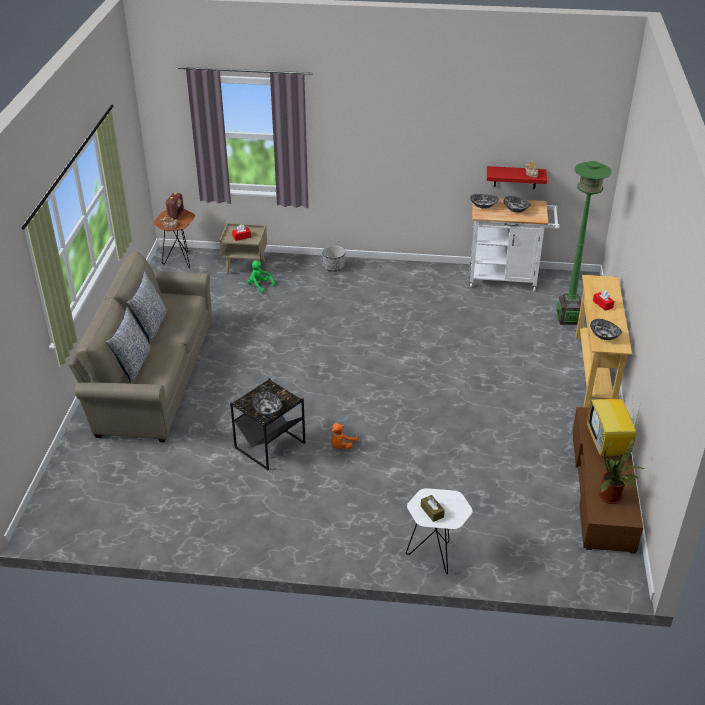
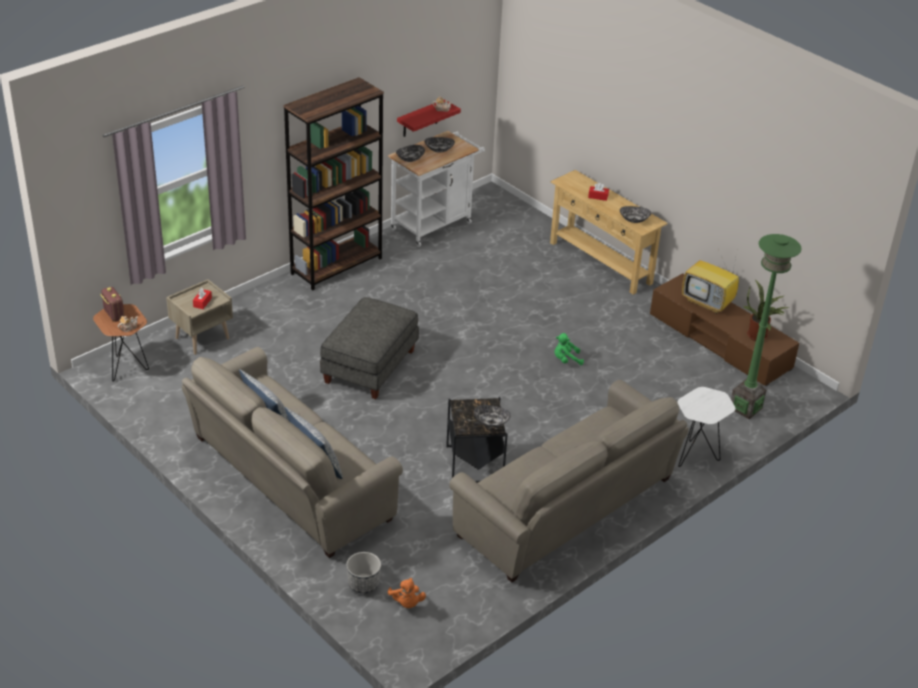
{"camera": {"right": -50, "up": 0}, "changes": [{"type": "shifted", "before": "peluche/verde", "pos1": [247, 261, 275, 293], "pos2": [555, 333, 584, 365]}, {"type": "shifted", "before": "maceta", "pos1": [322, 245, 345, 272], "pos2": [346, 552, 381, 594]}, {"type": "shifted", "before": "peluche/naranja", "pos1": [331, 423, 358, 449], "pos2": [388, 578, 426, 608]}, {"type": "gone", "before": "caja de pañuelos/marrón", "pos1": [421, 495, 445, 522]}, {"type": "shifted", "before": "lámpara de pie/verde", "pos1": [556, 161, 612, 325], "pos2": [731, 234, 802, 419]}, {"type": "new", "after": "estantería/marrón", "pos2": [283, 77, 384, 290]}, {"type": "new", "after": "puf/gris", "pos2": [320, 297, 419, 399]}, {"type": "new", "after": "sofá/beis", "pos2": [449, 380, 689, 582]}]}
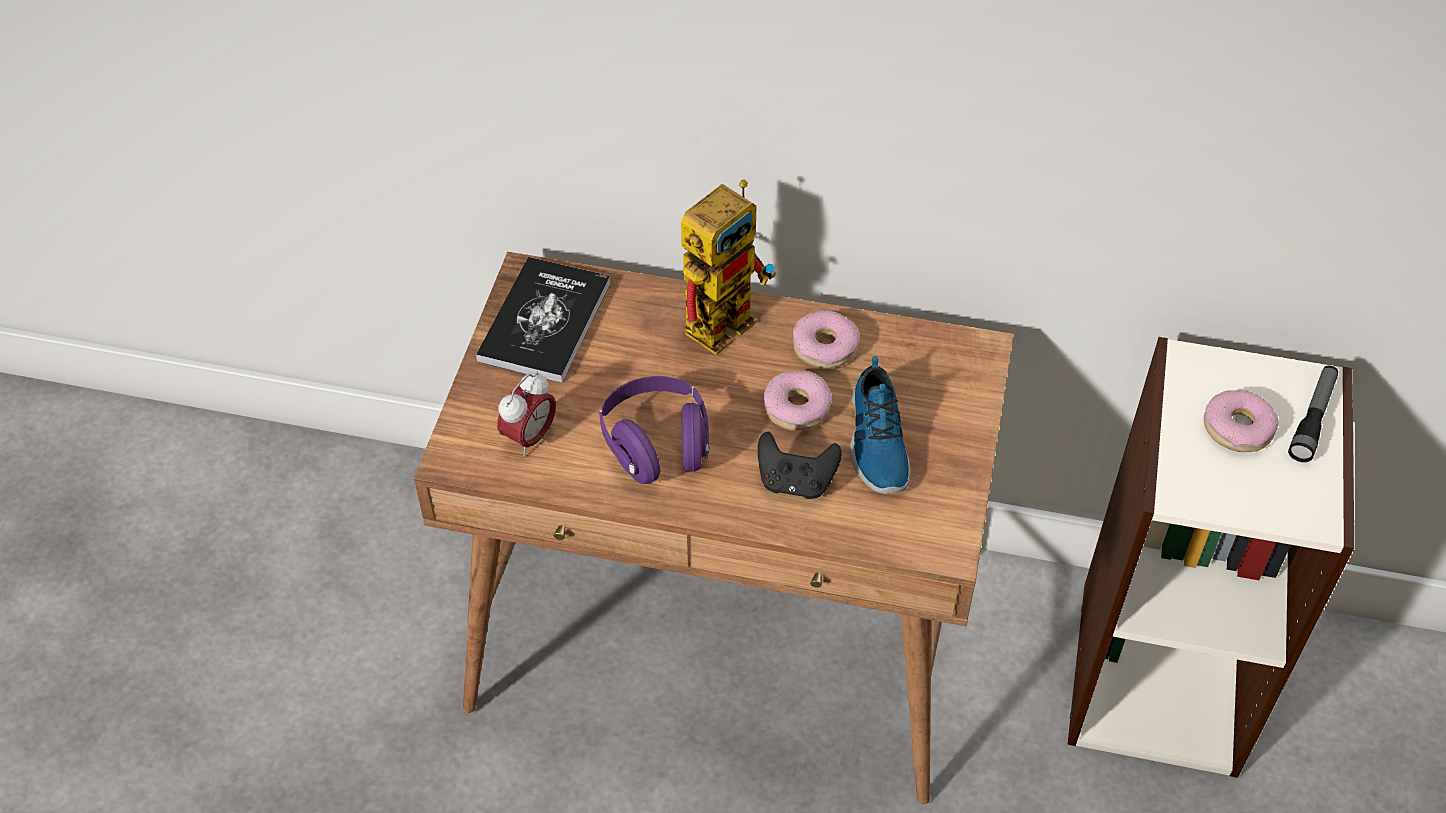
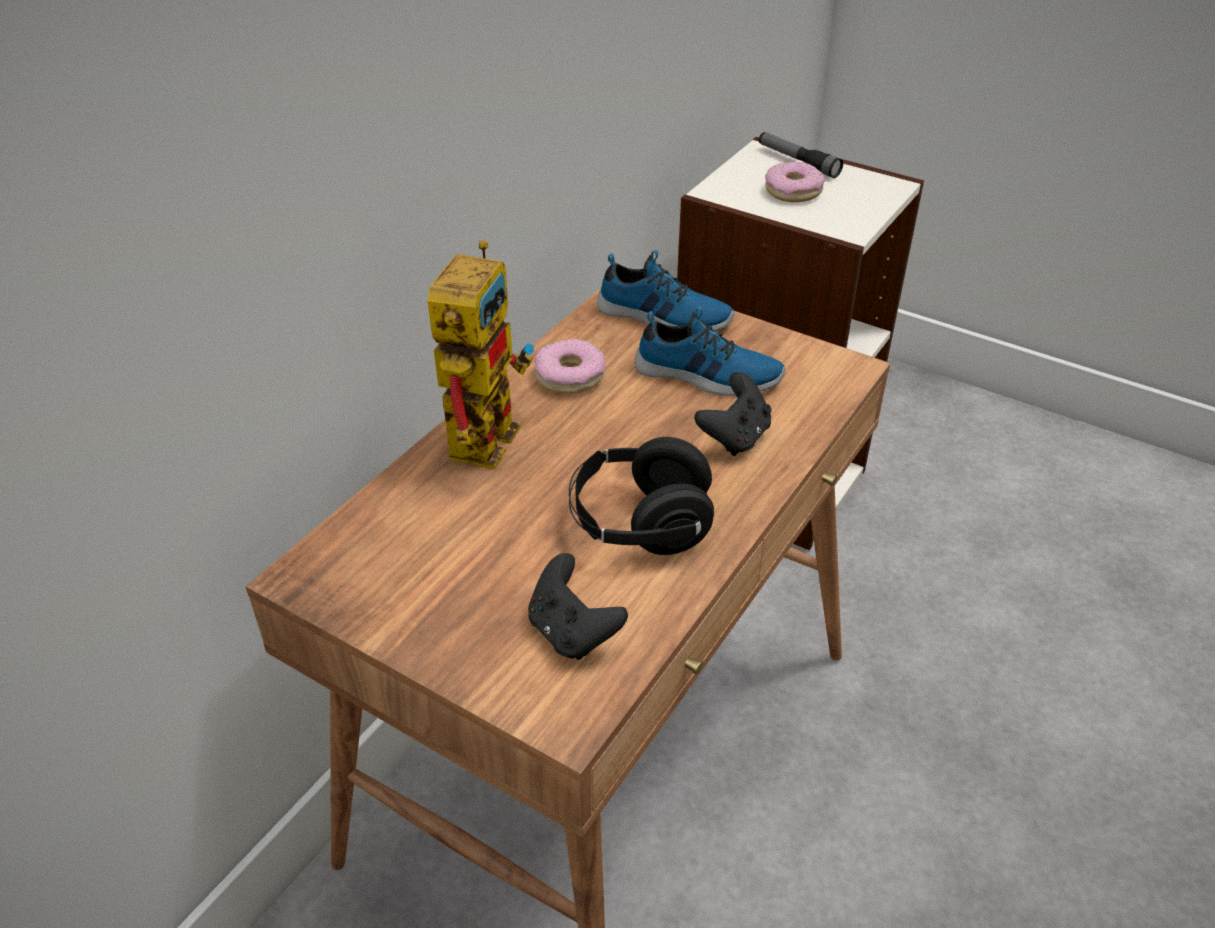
{"camera": {"right": -70, "up": -10}, "changes": [{"type": "gone", "before": "libro", "pos1": [476, 257, 610, 383]}, {"type": "swapped", "before": "despertador", "after": "mando de consola/negro", "pos1": [497, 371, 556, 457], "pos2": [528, 553, 628, 660]}, {"type": "repainted", "before": "auriculares/morado", "after": "auriculares/negro", "pos1": [599, 376, 709, 484], "pos2": [569, 437, 714, 555]}, {"type": "rotated", "before": "robot de juguete", "pos1": [681, 180, 776, 356], "pos2": [428, 240, 534, 469], "turn": 45}, {"type": "gone", "before": "rosquilla", "pos1": [763, 370, 832, 431]}, {"type": "new", "after": "zapato", "pos2": [597, 250, 734, 331]}]}
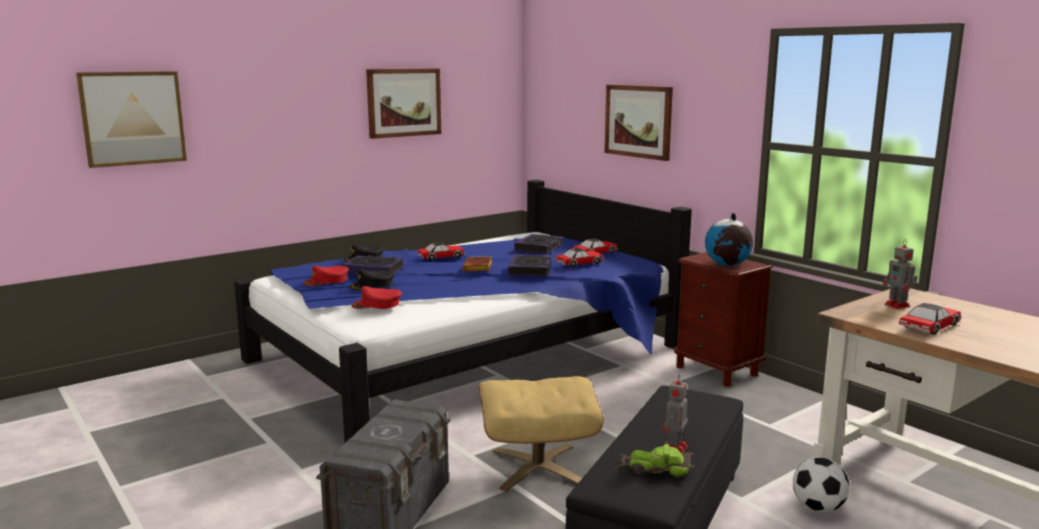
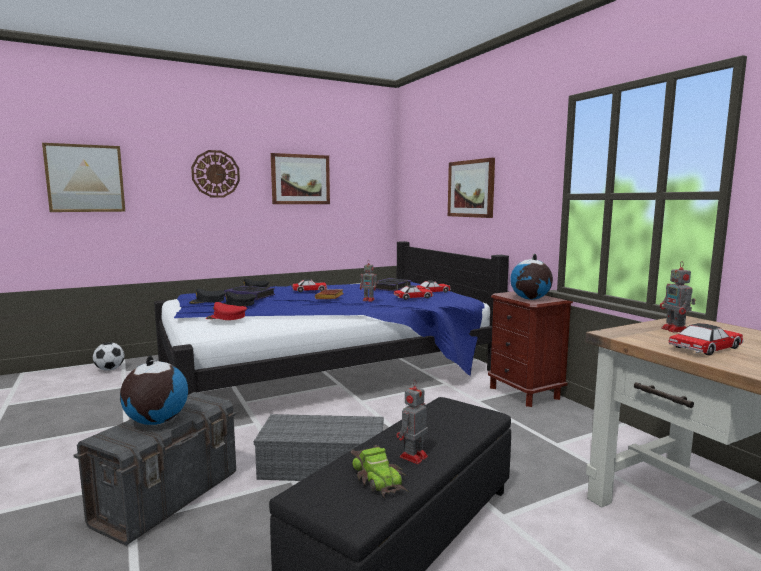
{"camera": {"right": 10, "up": -5}, "changes": [{"type": "repainted", "before": "gorra/rojo", "after": "gorra/negro", "pos1": [304, 266, 349, 286], "pos2": [189, 289, 226, 304]}, {"type": "swapped", "before": "puf/beis", "after": "caja de almacenaje/gris", "pos1": [478, 376, 604, 492], "pos2": [254, 414, 384, 481]}, {"type": "swapped", "before": "libro", "after": "robot de juguete", "pos1": [508, 254, 551, 277], "pos2": [360, 261, 379, 302]}, {"type": "rotated", "before": "coche de juguete", "pos1": [615, 444, 695, 478], "pos2": [351, 445, 409, 498], "turn": -135}, {"type": "shifted", "before": "balón de fútbol", "pos1": [793, 457, 849, 512], "pos2": [93, 342, 125, 371]}, {"type": "new", "after": "globo terráqueo", "pos2": [120, 355, 188, 425]}, {"type": "new", "after": "reloj de pared", "pos2": [191, 150, 240, 198]}]}
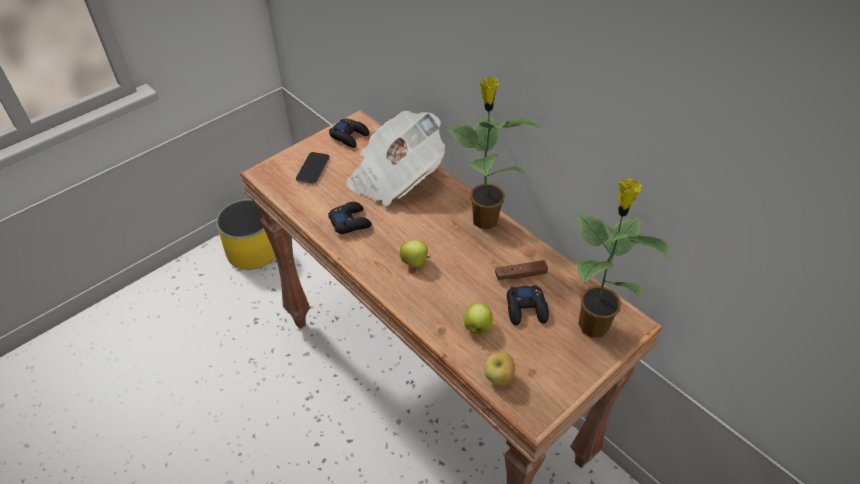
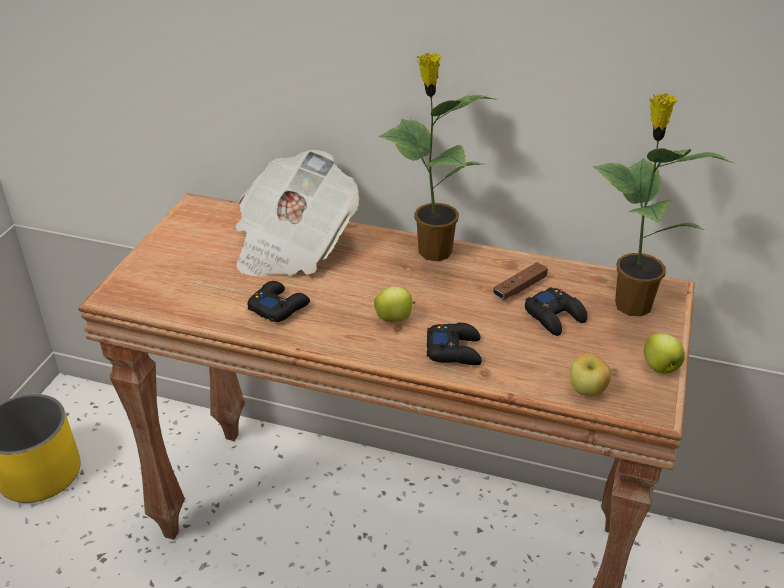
{"camera": {"right": -30, "up": -10}, "changes": [{"type": "gone", "before": "móvil", "pos1": [296, 152, 330, 184]}, {"type": "shifted", "before": "mando de consola/negro", "pos1": [329, 119, 369, 148], "pos2": [427, 323, 482, 365]}, {"type": "shifted", "before": "manzana", "pos1": [464, 302, 493, 334], "pos2": [644, 333, 685, 374]}]}
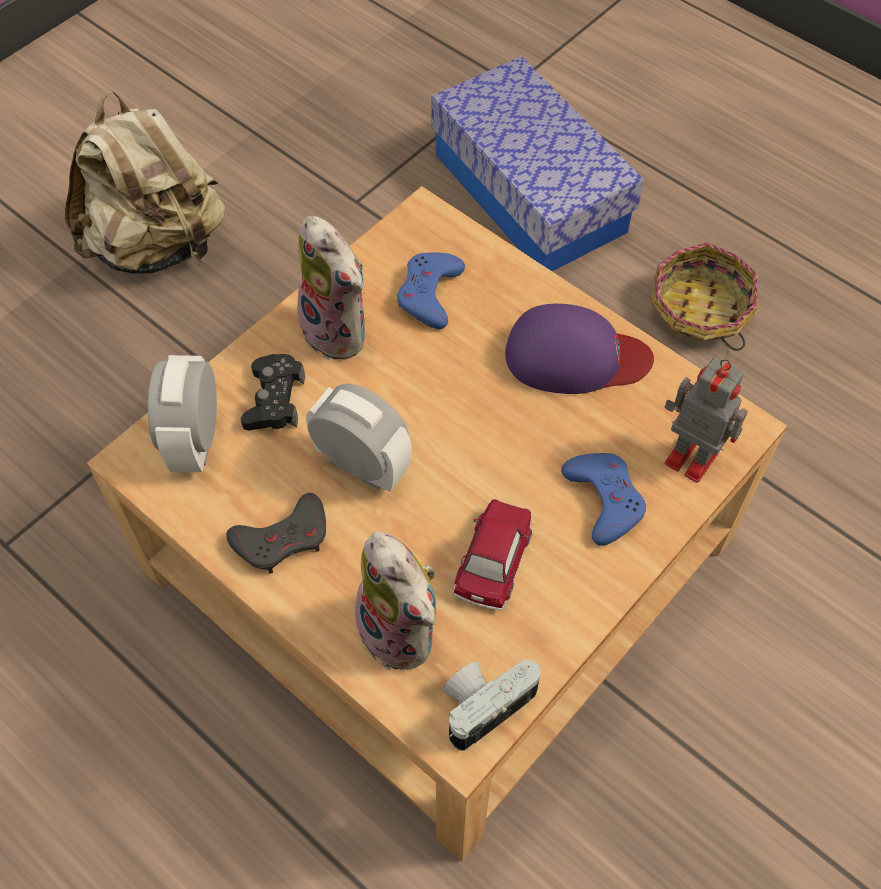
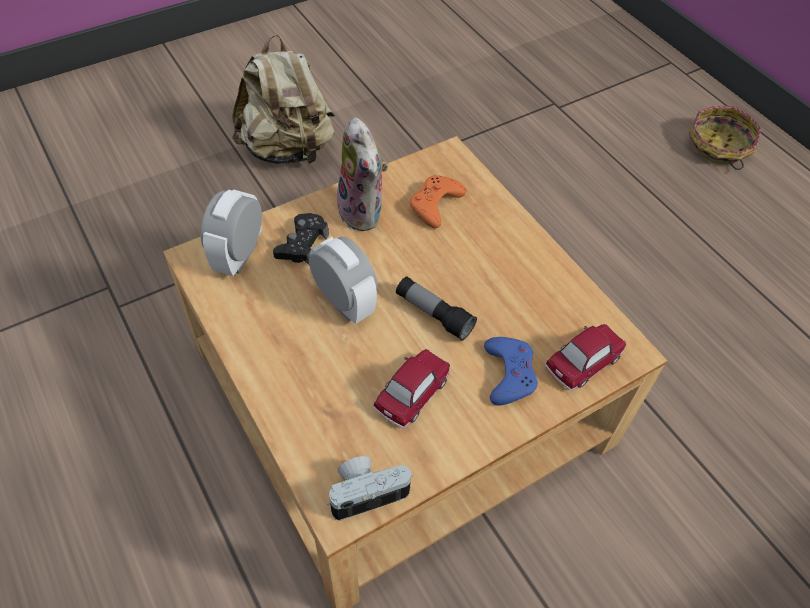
{"camera": {"right": 15, "up": -5}, "changes": [{"type": "gone", "before": "mando de consola/gris", "pos1": [226, 493, 326, 574]}, {"type": "gone", "before": "peluche", "pos1": [352, 532, 437, 670]}, {"type": "repainted", "before": "mando de consola/azul", "after": "mando de consola/naranja", "pos1": [397, 252, 465, 329], "pos2": [410, 175, 466, 229]}, {"type": "gone", "before": "caja de almacenaje", "pos1": [431, 56, 644, 271]}, {"type": "gone", "before": "gorra/morado", "pos1": [505, 304, 654, 394]}, {"type": "shifted", "before": "cesta", "pos1": [651, 242, 758, 351], "pos2": [689, 106, 762, 170]}, {"type": "swapped", "before": "robot de juguete", "after": "coche de juguete", "pos1": [665, 357, 748, 483], "pos2": [545, 324, 626, 391]}, {"type": "new", "after": "linterna", "pos2": [396, 277, 477, 341]}]}
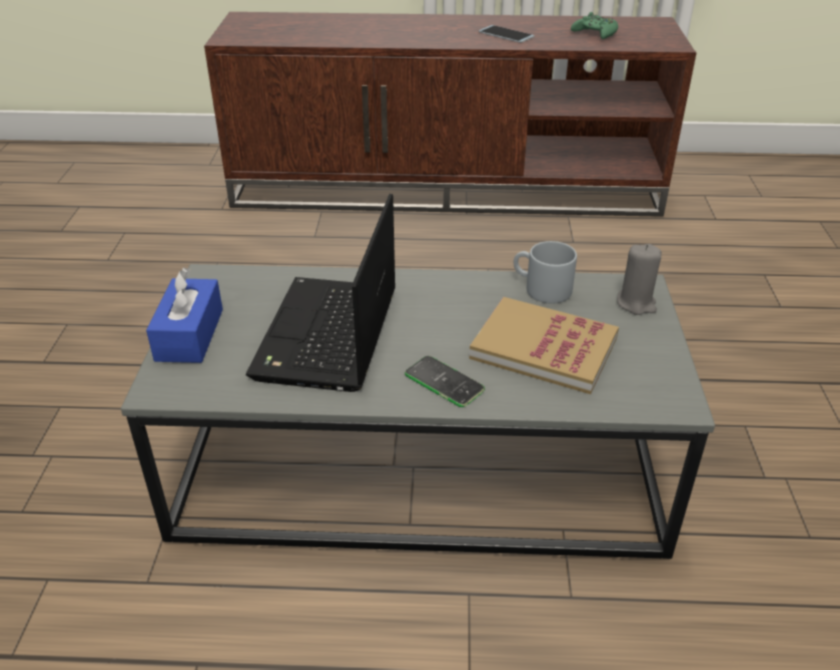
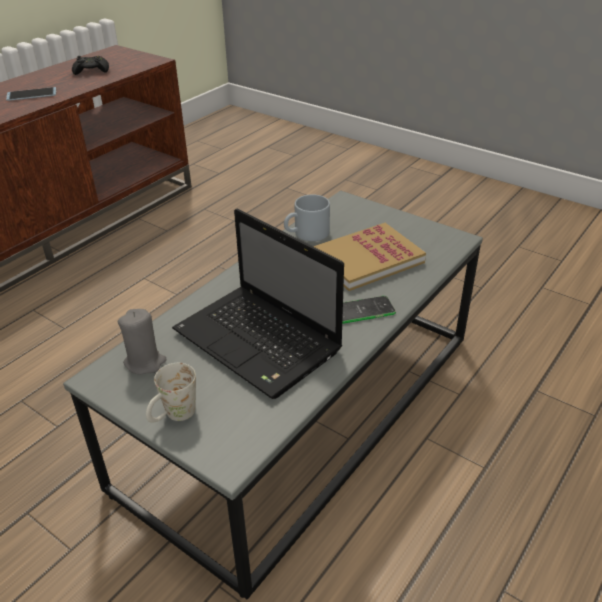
{"camera": {"right": -55, "up": 0}, "changes": [{"type": "swapped", "before": "caja de pañuelos/azul", "after": "taza grande/blanco", "pos1": [146, 268, 223, 363], "pos2": [146, 363, 196, 423]}, {"type": "repainted", "before": "mando de consola/verde", "after": "mando de consola/negro", "pos1": [571, 12, 618, 39], "pos2": [72, 56, 109, 75]}, {"type": "shifted", "before": "vela/gris", "pos1": [617, 244, 662, 315], "pos2": [118, 309, 167, 375]}]}
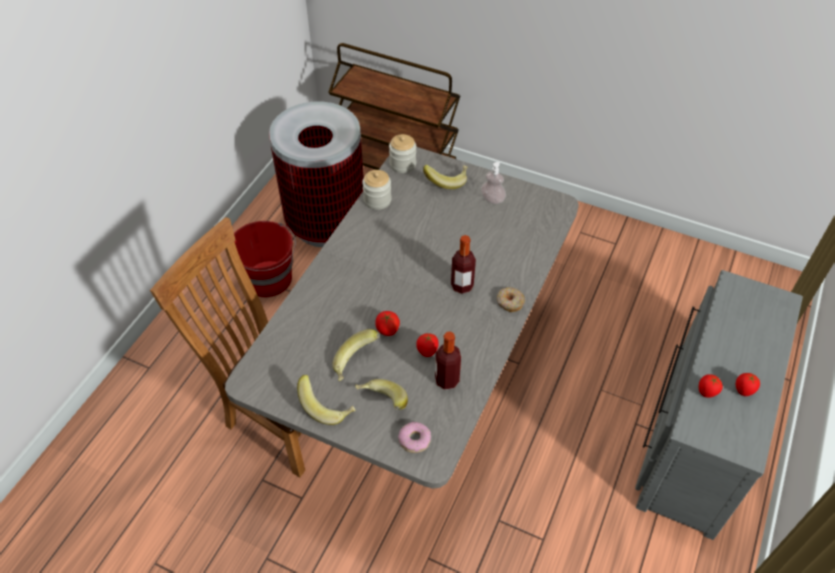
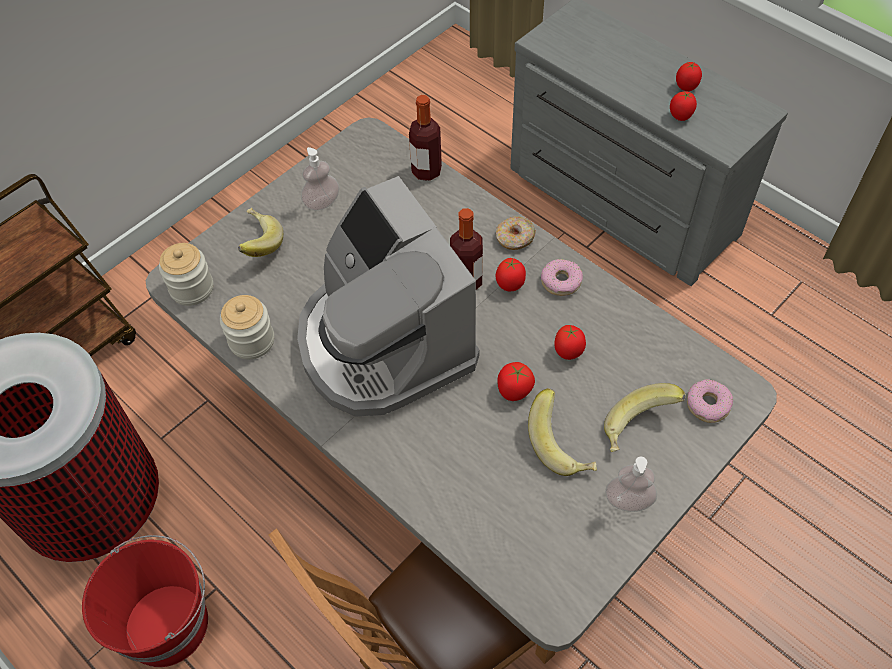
{"camera": {"right": -70, "up": 5}, "changes": [{"type": "swapped", "before": "plátano", "after": "dispensador de jabón", "pos1": [297, 375, 356, 425], "pos2": [605, 456, 657, 512]}, {"type": "shifted", "before": "botella", "pos1": [435, 331, 461, 390], "pos2": [409, 95, 442, 181]}, {"type": "new", "after": "cafetera", "pos2": [297, 176, 479, 417]}, {"type": "new", "after": "tomate", "pos2": [496, 258, 526, 291]}, {"type": "new", "after": "rosquilla", "pos2": [541, 259, 583, 296]}]}
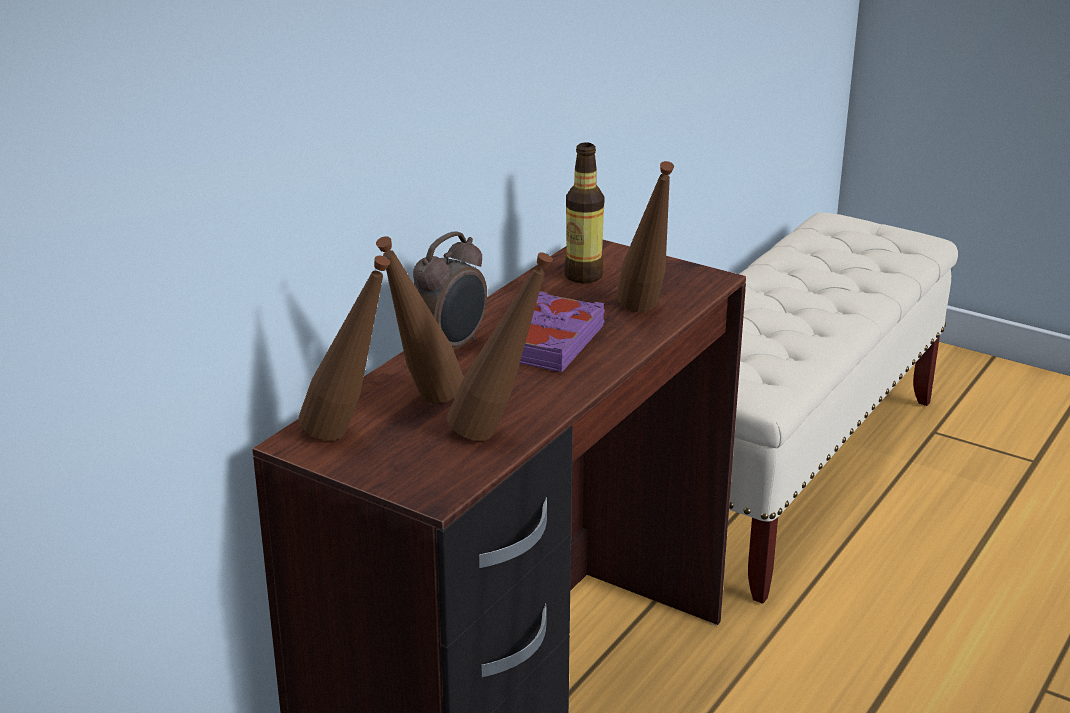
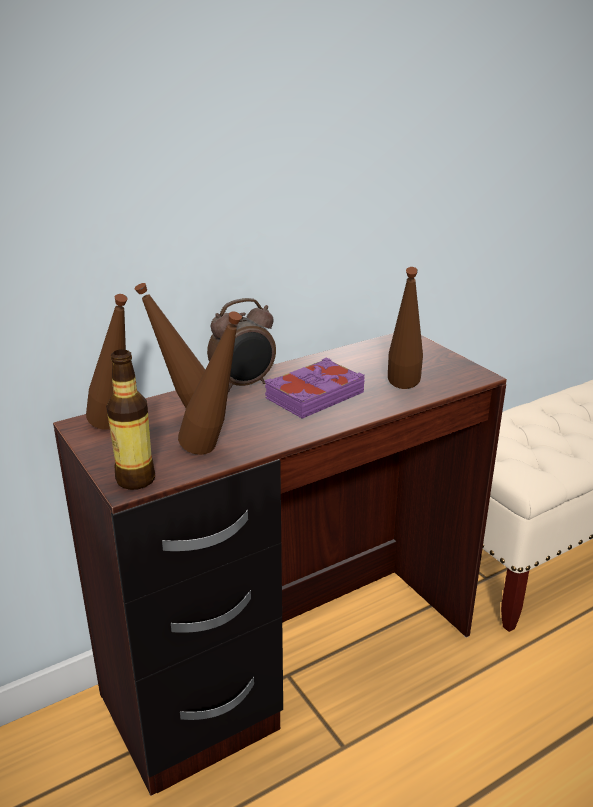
{"camera": {"right": 25, "up": 0}, "changes": [{"type": "shifted", "before": "botella", "pos1": [564, 143, 604, 284], "pos2": [106, 349, 155, 490]}]}
